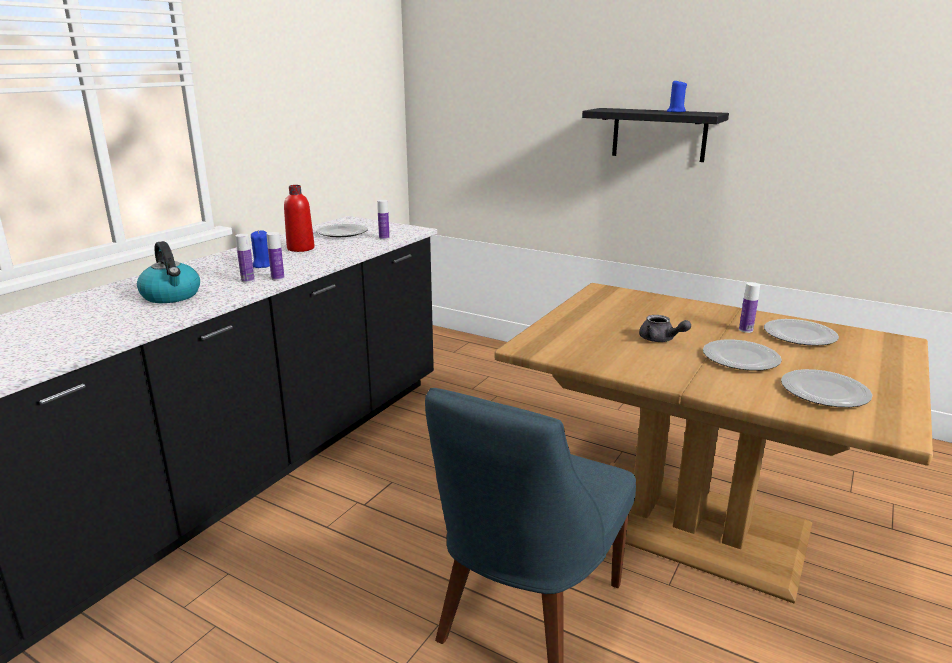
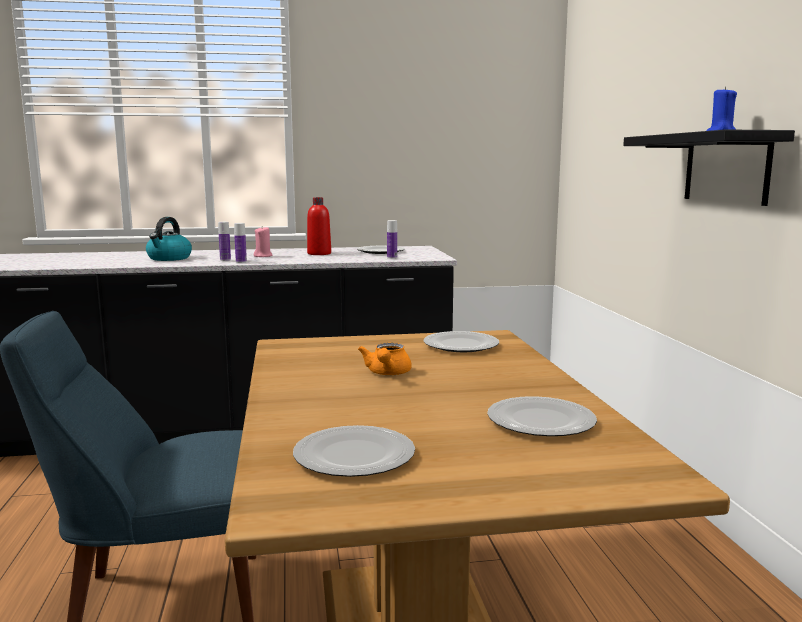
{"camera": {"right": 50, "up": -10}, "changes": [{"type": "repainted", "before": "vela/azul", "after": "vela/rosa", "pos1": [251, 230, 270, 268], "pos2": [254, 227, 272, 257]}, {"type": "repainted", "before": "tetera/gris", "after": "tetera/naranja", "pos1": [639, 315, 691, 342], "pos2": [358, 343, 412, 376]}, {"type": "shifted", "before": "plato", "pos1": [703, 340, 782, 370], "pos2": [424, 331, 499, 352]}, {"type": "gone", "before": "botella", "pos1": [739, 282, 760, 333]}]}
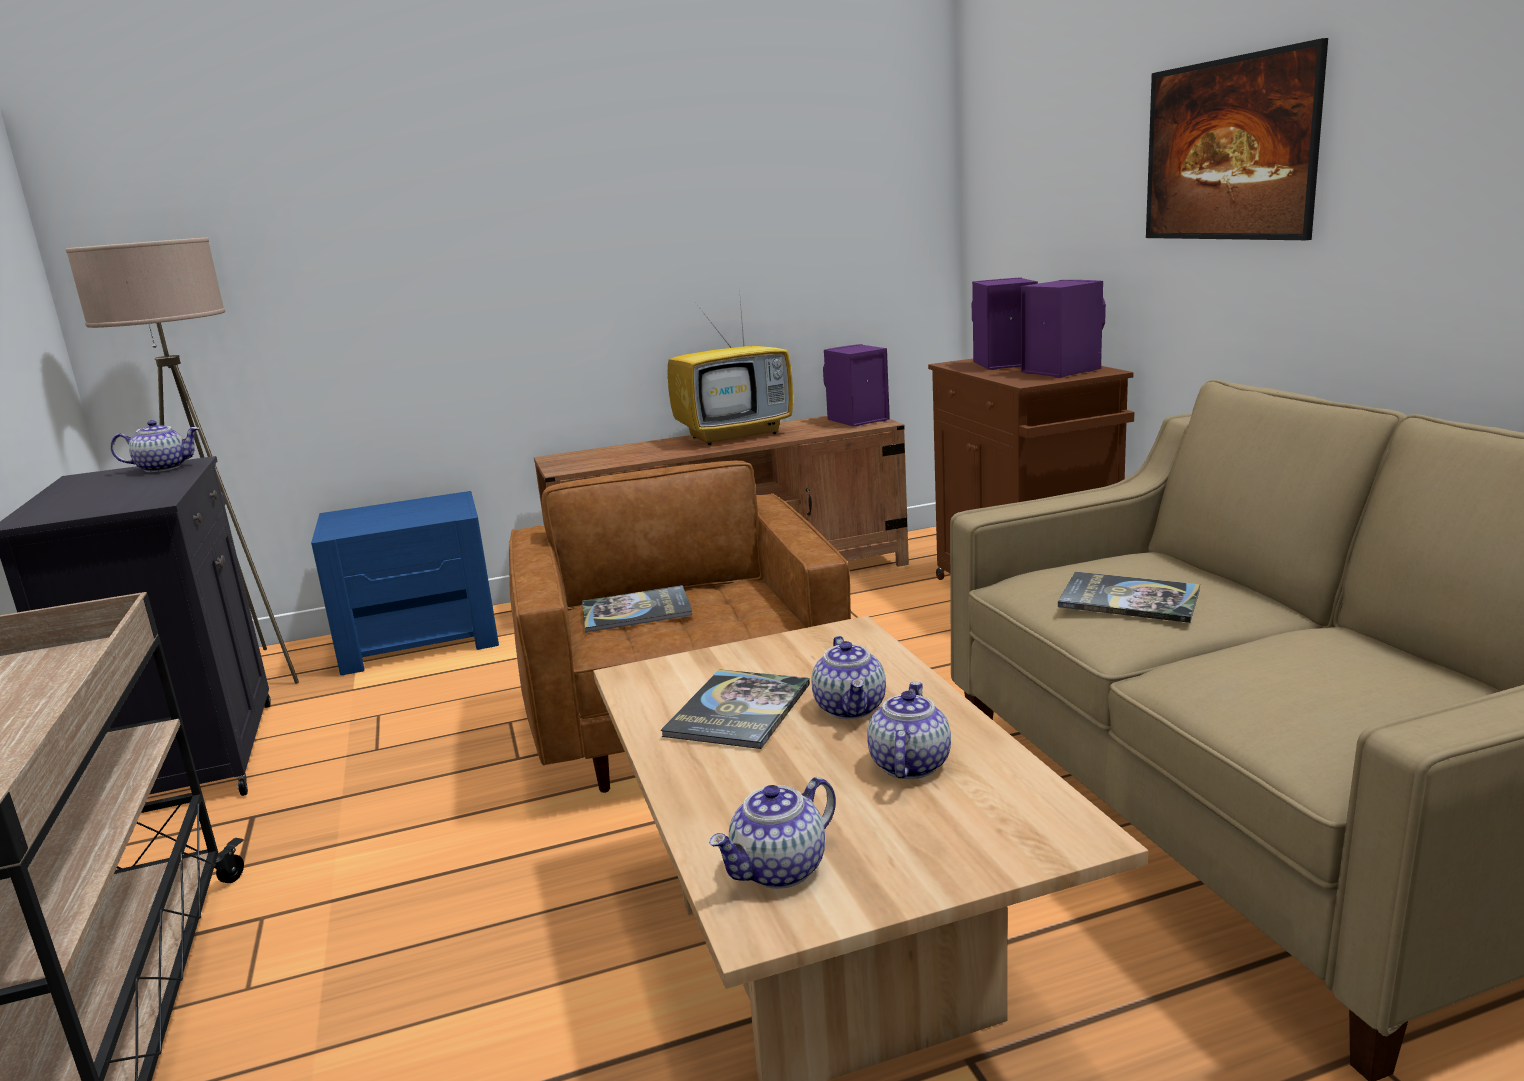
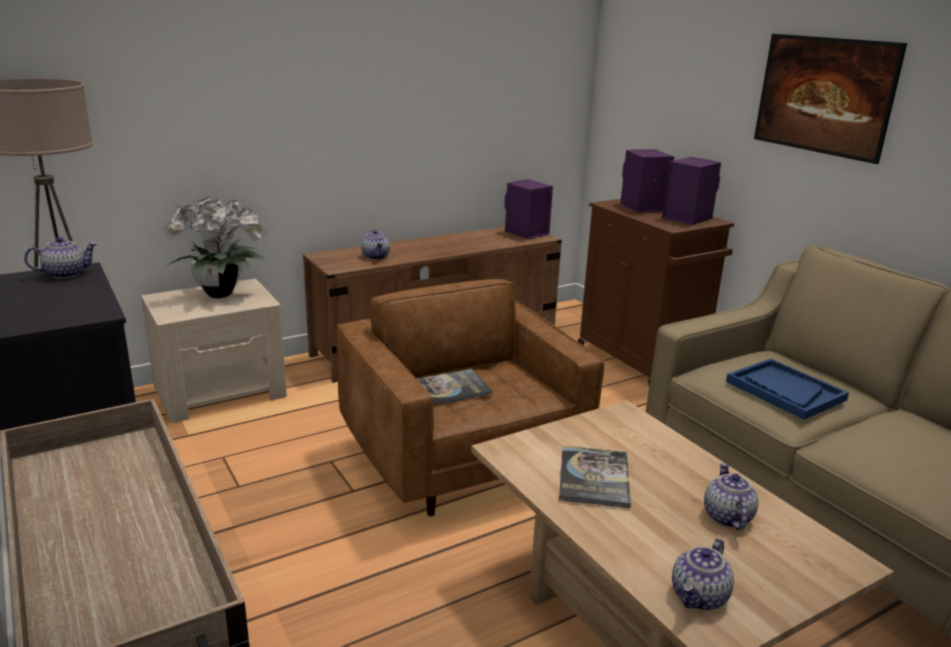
{"camera": {"right": -15, "up": 5}, "changes": [{"type": "repainted", "before": "mesita de noche/azul", "after": "mesita de noche/beis", "pos1": [311, 491, 499, 675], "pos2": [141, 279, 287, 423]}, {"type": "gone", "before": "televisor", "pos1": [668, 289, 793, 445]}, {"type": "shifted", "before": "tetera", "pos1": [812, 636, 886, 719], "pos2": [361, 230, 390, 260]}, {"type": "swapped", "before": "libro", "after": "bandeja/azul", "pos1": [1058, 572, 1200, 623], "pos2": [726, 358, 849, 420]}, {"type": "new", "after": "planta en maceta", "pos2": [161, 197, 268, 298]}]}
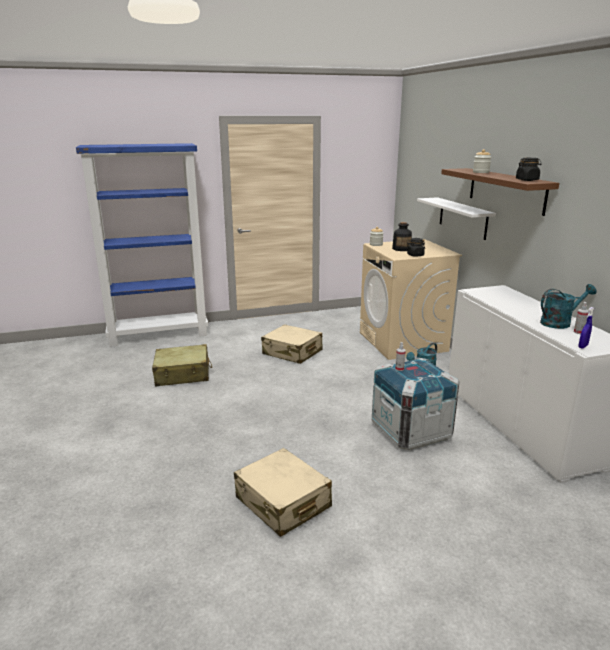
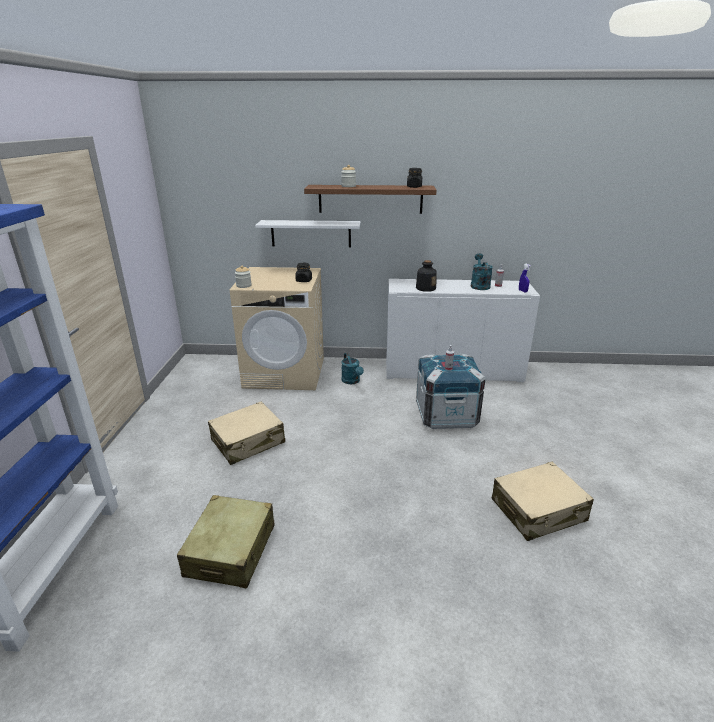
{"camera": {"right": -70, "up": 5}, "changes": [{"type": "shifted", "before": "botella", "pos1": [392, 222, 412, 251], "pos2": [416, 260, 437, 292]}]}
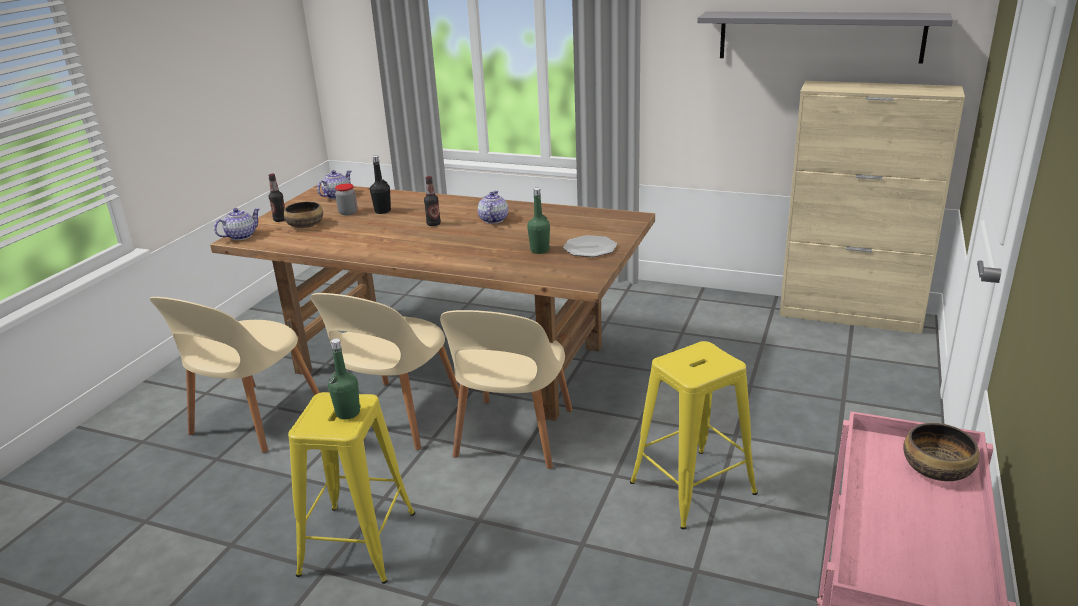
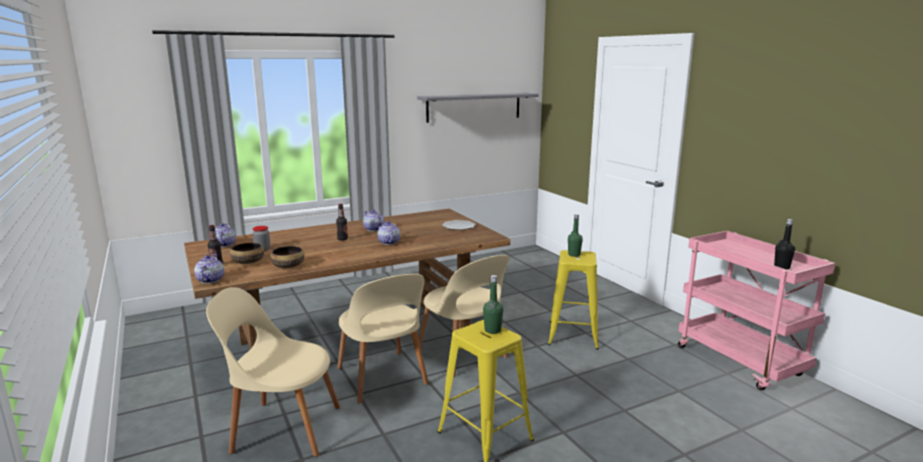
{"camera": {"right": -50, "up": -10}, "changes": [{"type": "rotated", "before": "silla/beis", "pos1": [150, 297, 320, 453], "pos2": [206, 287, 340, 457], "turn": 120}, {"type": "shifted", "before": "botella/negro", "pos1": [370, 155, 391, 214], "pos2": [774, 219, 795, 270]}, {"type": "shifted", "before": "botella/verde", "pos1": [527, 188, 550, 254], "pos2": [568, 214, 583, 257]}, {"type": "gone", "before": "armario/beis", "pos1": [779, 81, 965, 334]}, {"type": "shifted", "before": "cuenco", "pos1": [903, 423, 979, 481], "pos2": [270, 246, 304, 268]}, {"type": "new", "after": "tetera", "pos2": [377, 221, 400, 245]}]}
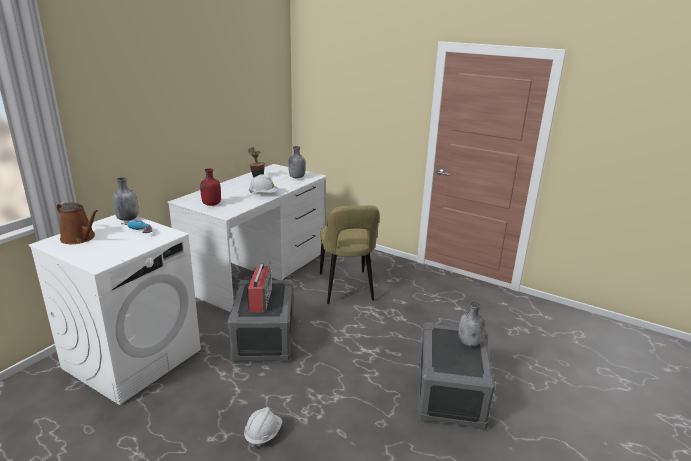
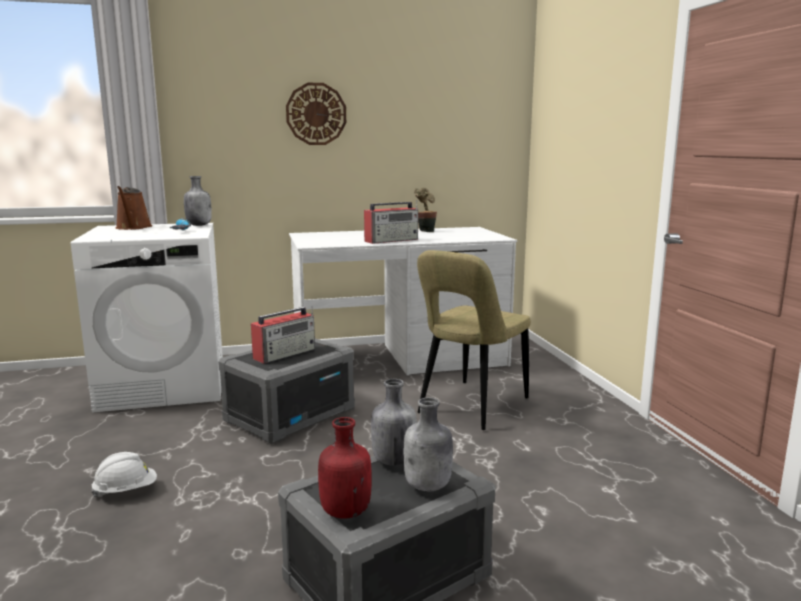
{"camera": {"right": 45, "up": -10}, "changes": [{"type": "shifted", "before": "botella/rojo", "pos1": [200, 168, 221, 206], "pos2": [318, 417, 372, 519]}, {"type": "swapped", "before": "casco/blanco", "after": "radio", "pos1": [249, 174, 278, 193], "pos2": [364, 200, 418, 244]}, {"type": "shifted", "before": "botella/gris", "pos1": [288, 146, 305, 178], "pos2": [371, 379, 417, 466]}, {"type": "new", "after": "reloj de pared", "pos2": [286, 83, 346, 145]}]}
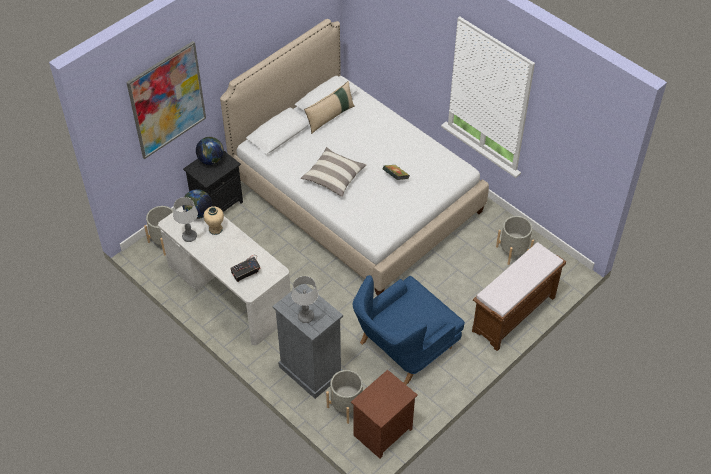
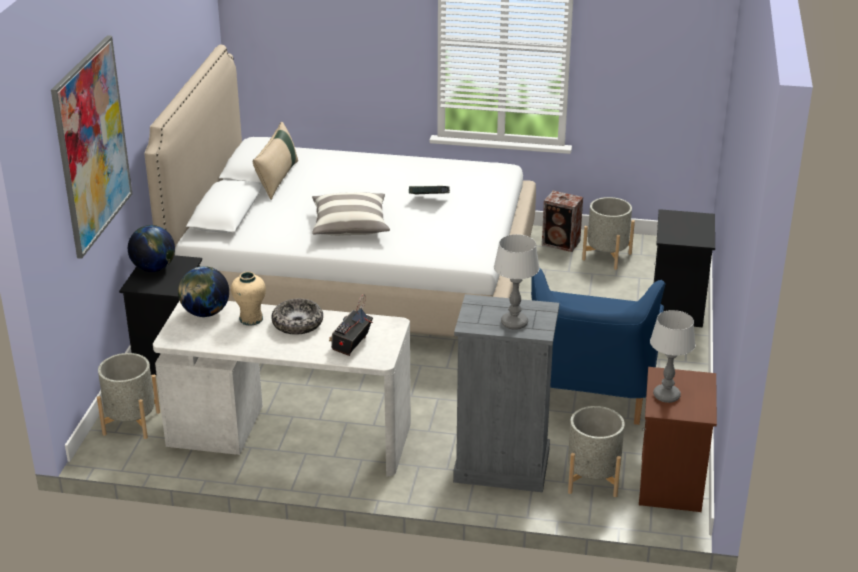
{"camera": {"right": -35, "up": -20}, "changes": [{"type": "shifted", "before": "lámpara de mesa", "pos1": [173, 197, 198, 242], "pos2": [650, 310, 695, 403]}, {"type": "swapped", "before": "banco/marrón", "after": "mesita de noche/negro", "pos1": [472, 242, 566, 351], "pos2": [654, 209, 715, 328]}, {"type": "new", "after": "cuenco", "pos2": [271, 299, 323, 335]}, {"type": "new", "after": "altavoz", "pos2": [542, 191, 583, 252]}]}
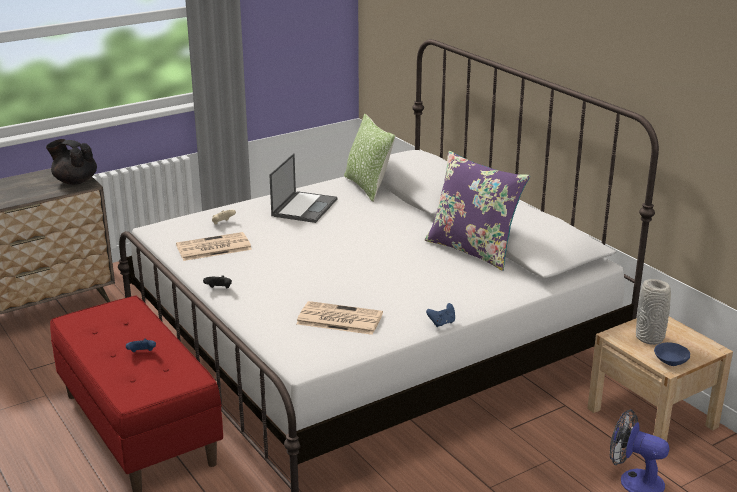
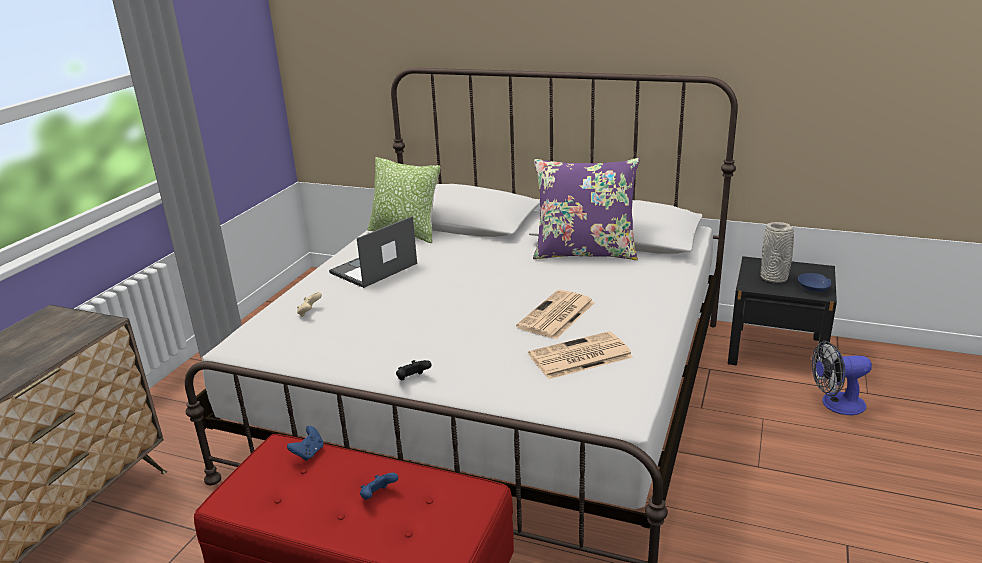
{"camera": {"right": -35, "up": 0}, "changes": [{"type": "gone", "before": "tetera/negro", "pos1": [46, 139, 97, 185]}, {"type": "shifted", "before": "periódico", "pos1": [176, 232, 252, 261], "pos2": [516, 290, 595, 339]}, {"type": "rotated", "before": "portátil", "pos1": [269, 153, 337, 223], "pos2": [329, 216, 417, 288], "turn": -120}, {"type": "shifted", "before": "mando de consola/azul", "pos1": [426, 303, 455, 327], "pos2": [287, 426, 324, 461]}, {"type": "repainted", "before": "mesita de noche/beis", "after": "mesita de noche/negro", "pos1": [587, 317, 733, 441], "pos2": [728, 256, 837, 377]}]}
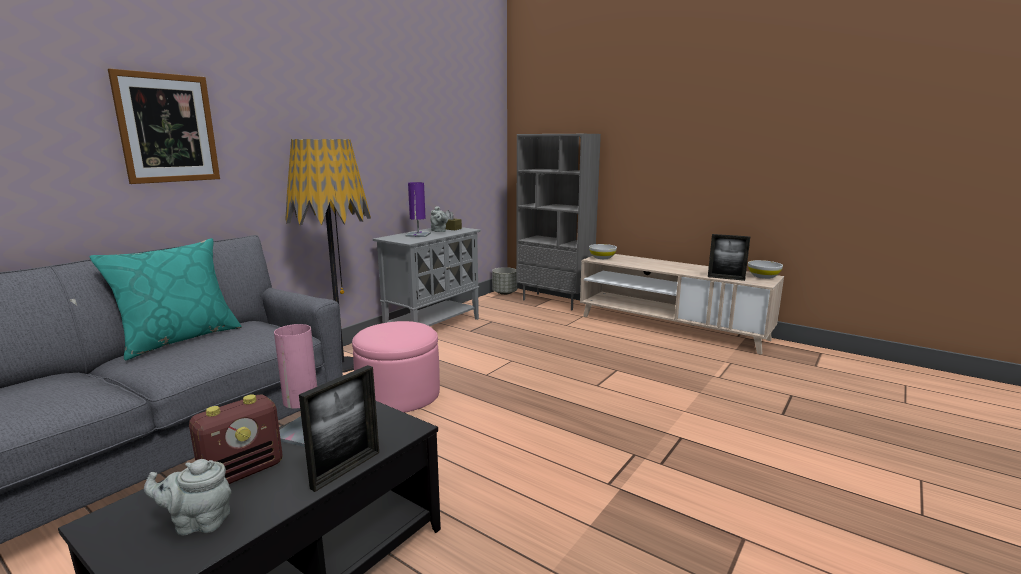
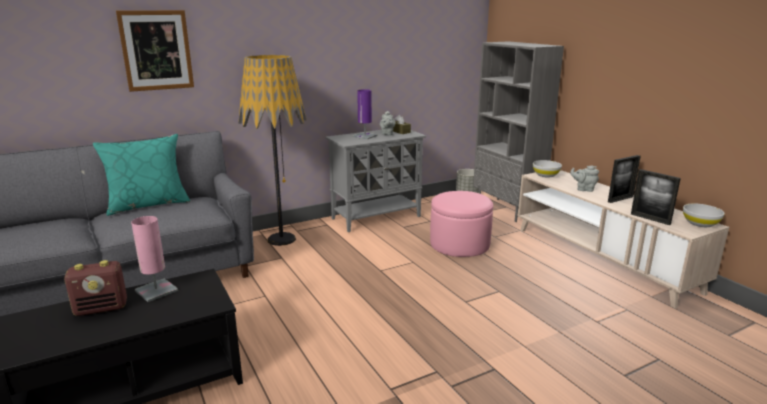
{"camera": {"right": 25, "up": 5}, "changes": [{"type": "shifted", "before": "tetera/gris", "pos1": [144, 459, 232, 535], "pos2": [570, 165, 599, 192]}, {"type": "shifted", "before": "portarretratos", "pos1": [299, 365, 379, 492], "pos2": [608, 155, 641, 203]}, {"type": "shifted", "before": "puf/rosa", "pos1": [352, 321, 440, 413], "pos2": [430, 191, 493, 257]}]}
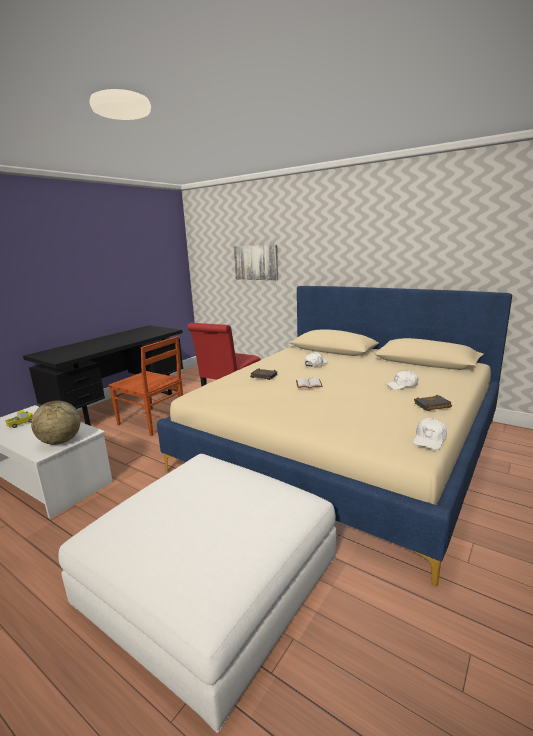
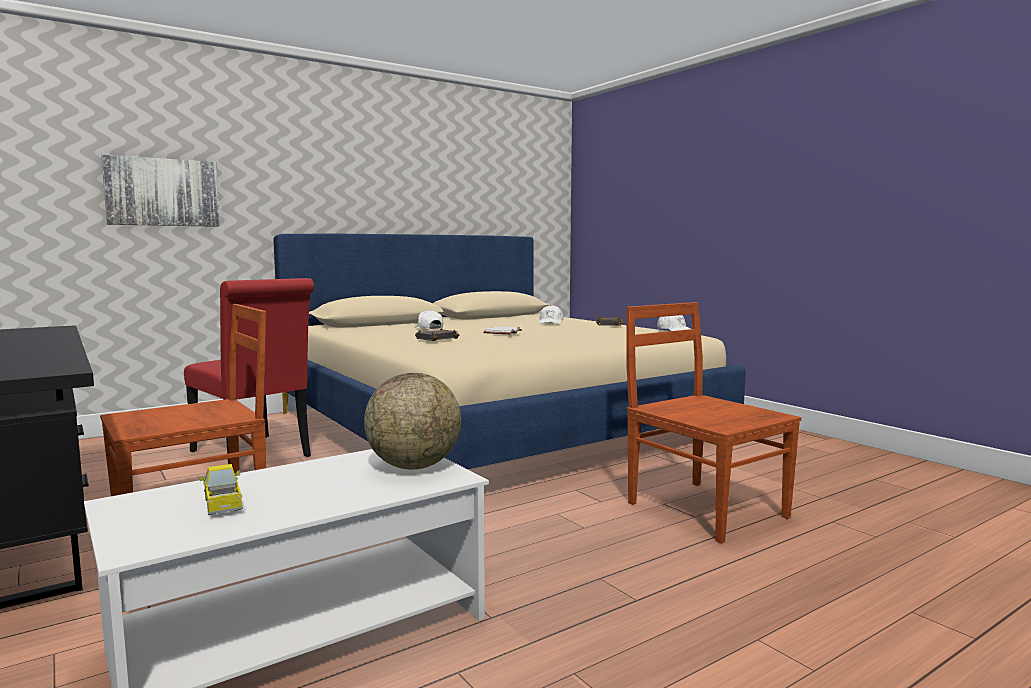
{"camera": {"right": -70, "up": -10}, "changes": [{"type": "swapped", "before": "puf/blanco", "after": "silla/marrón", "pos1": [58, 454, 336, 733], "pos2": [626, 302, 801, 544]}]}
